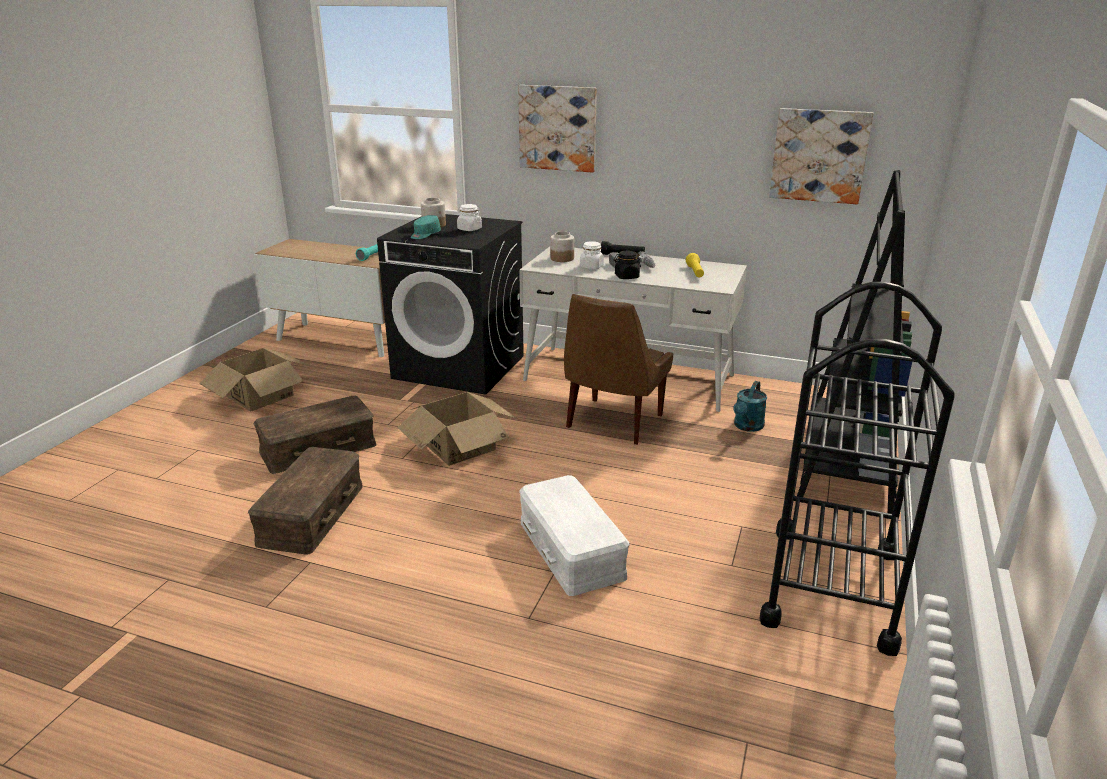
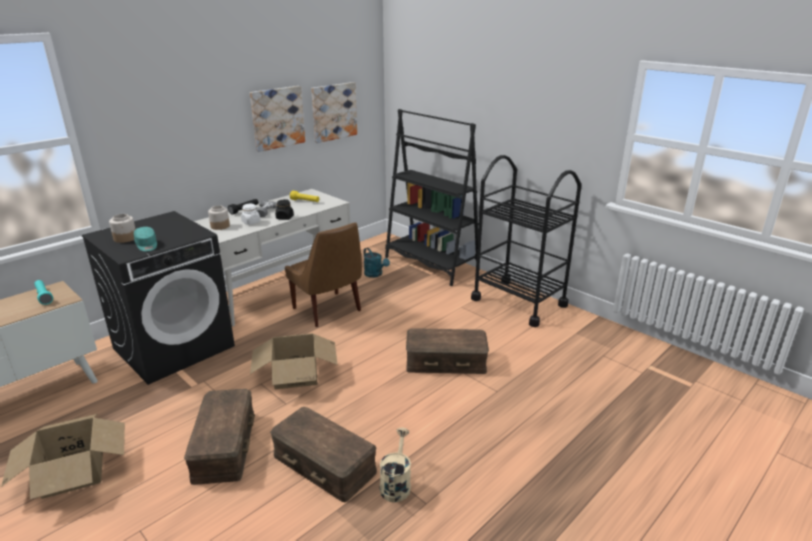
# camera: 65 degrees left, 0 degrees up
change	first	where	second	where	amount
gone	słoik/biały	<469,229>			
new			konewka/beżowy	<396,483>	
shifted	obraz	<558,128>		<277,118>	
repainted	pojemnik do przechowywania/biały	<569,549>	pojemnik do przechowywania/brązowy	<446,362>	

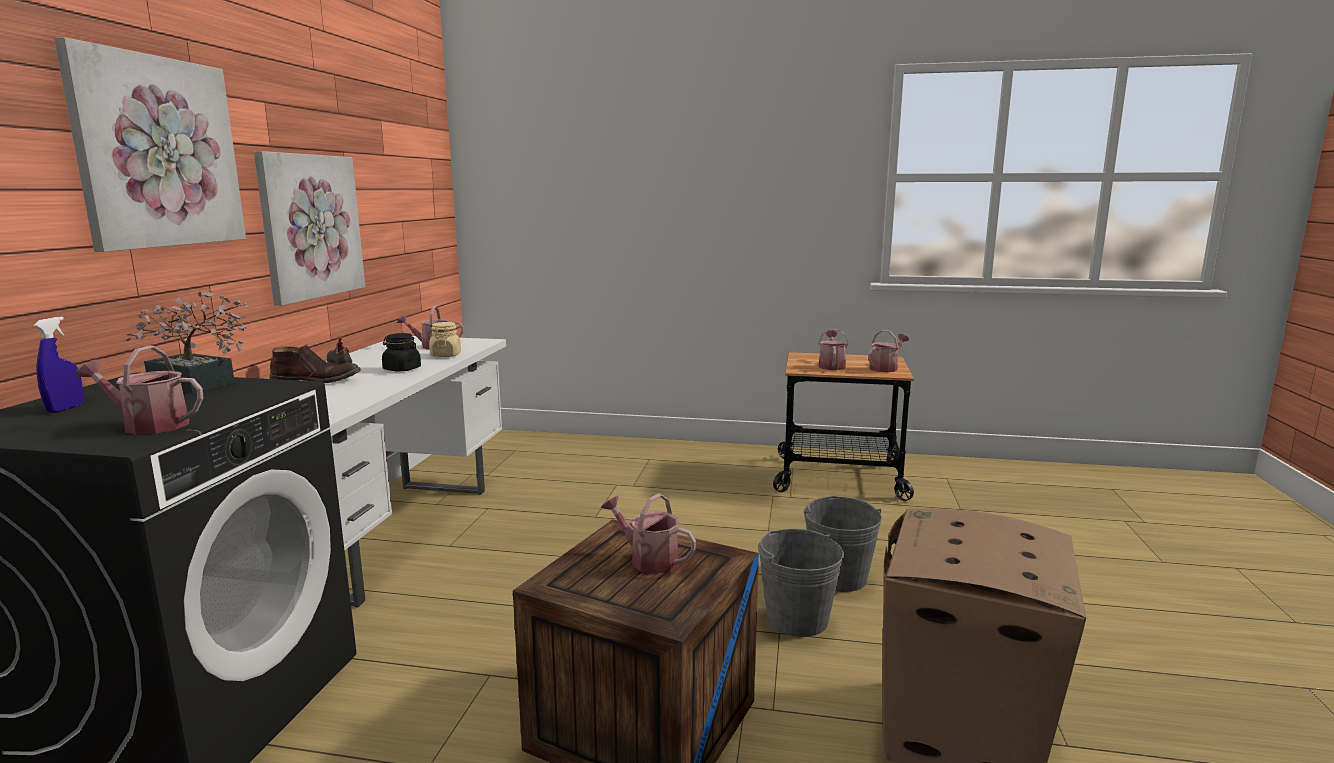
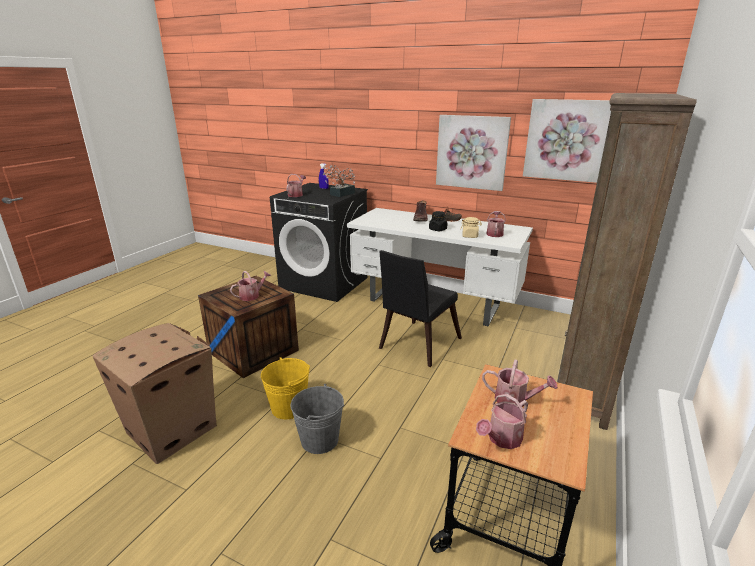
# camera: 105 degrees right, 10 degrees up
change	first	where	second	where	amount
new			krzesło/czarny	<416,345>	
new			regał/brązowy	<582,385>	
shifted	obraz	<157,152>		<567,140>	
repainted	wiadro/szary	<797,619>	wiadro/żółty	<288,407>	
rotated	konewka	<885,368>		<501,439>	75 degrees clockwise

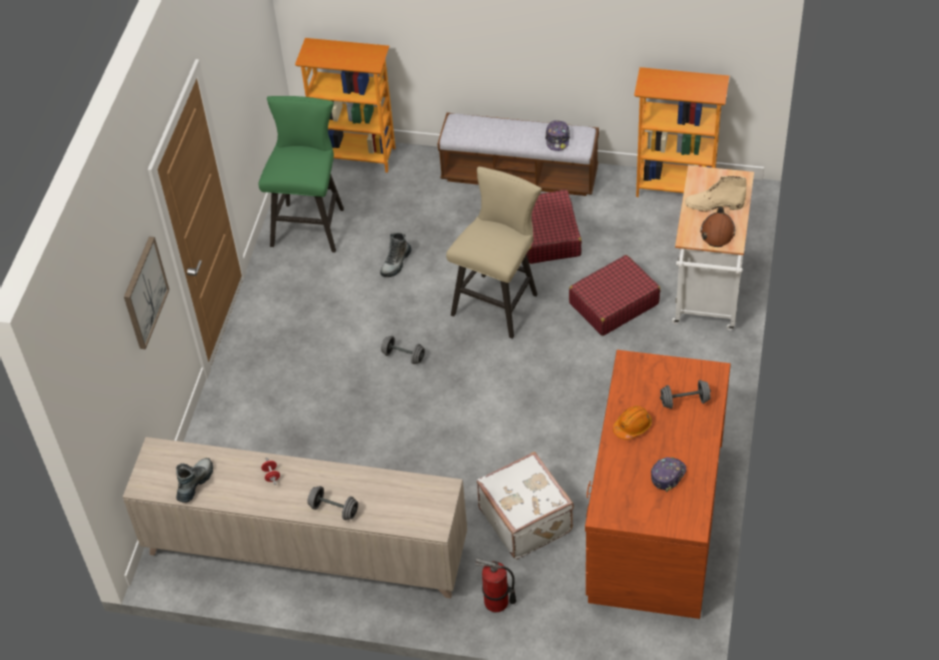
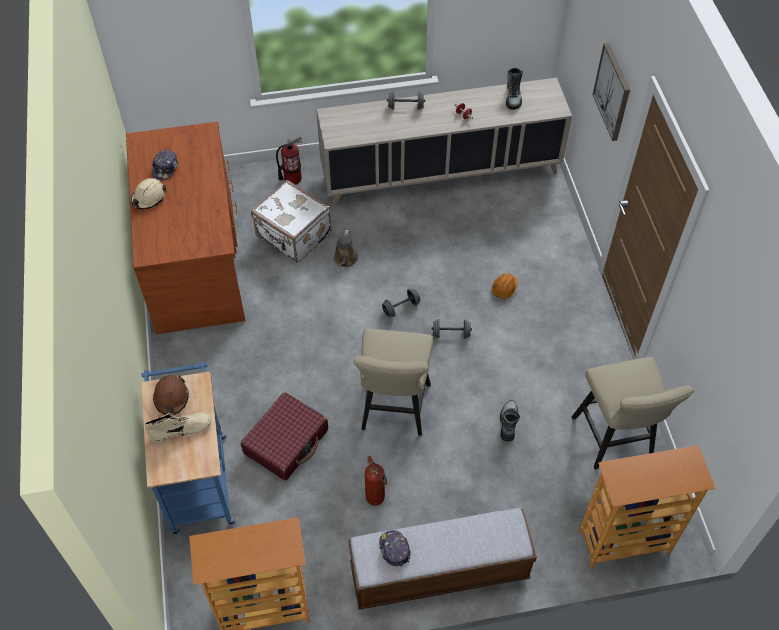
# camera: 155 degrees right, 5 degrees up
change	first	where	second	where	amount
new			kask/beżowy	<149,197>	
new			konewka/brązowy	<345,260>	
shifted	kask/pomarańczowy	<632,426>		<504,288>	
shifted	hantel/szary	<684,401>		<401,308>	
swapped	walizka/czerwony	<548,235>	gaśnica	<377,501>	
repainted	stołek/zielony	<310,223>	stołek/beżowy	<615,442>	
repainted	wózek/biały	<708,296>	wózek/niebieski	<198,477>	

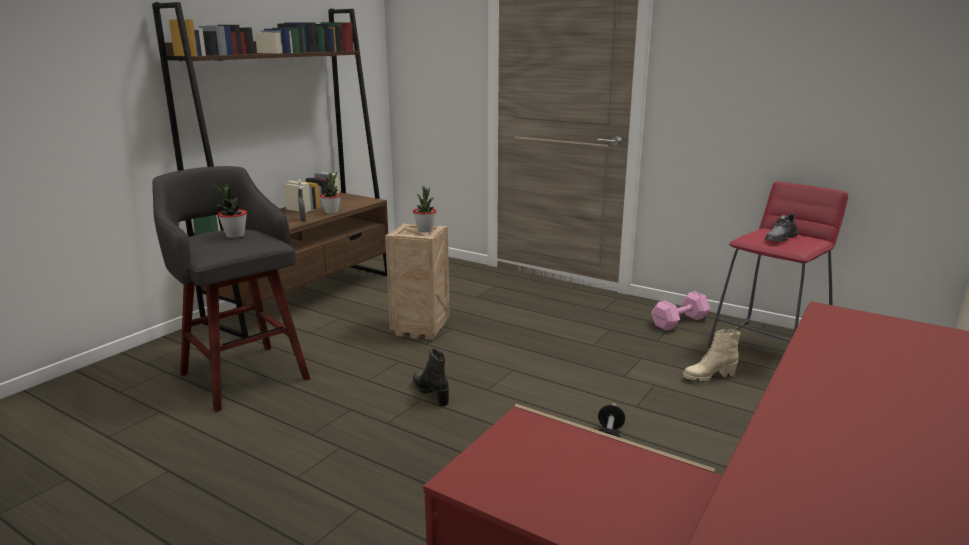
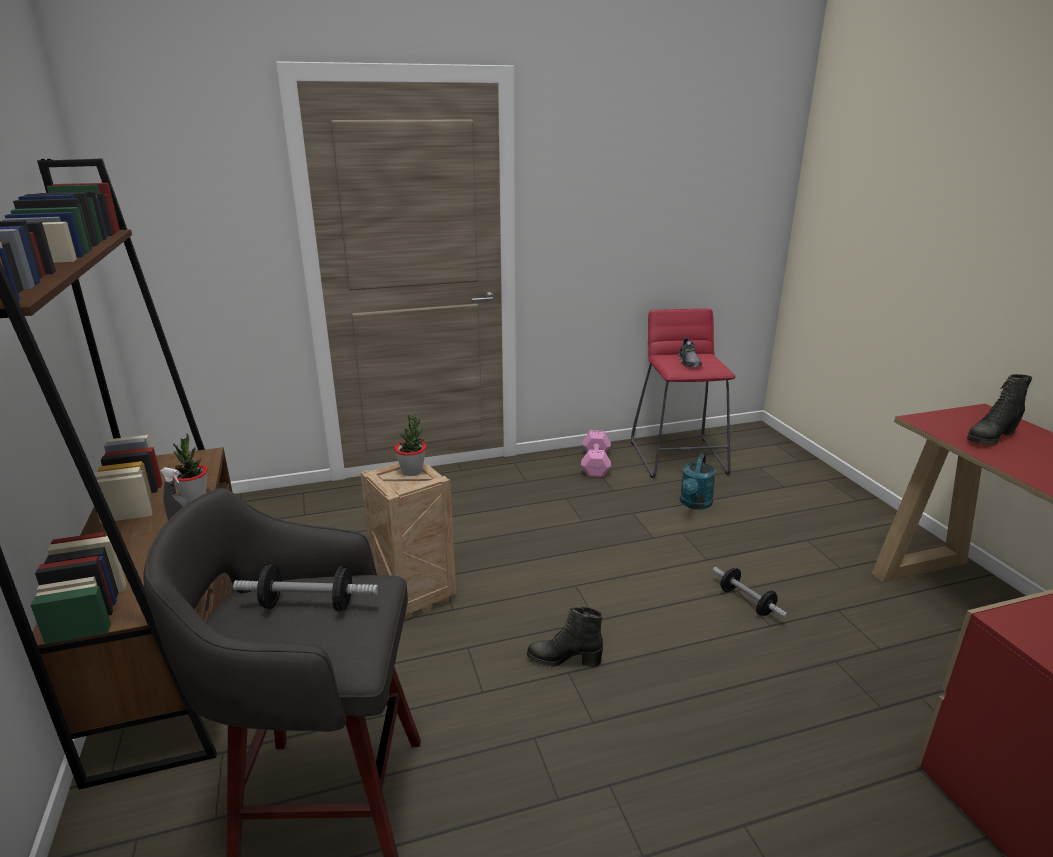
# camera: 50 degrees left, 5 degrees up
change	first	where	second	where	amount
new			but z cholewką/czarny	<990,437>	
swapped	roślina doniczkowa	<235,235>	hantel	<308,605>	
swapped	but z cholewką/beżowy	<708,376>	konewka/turkusowy	<694,504>	

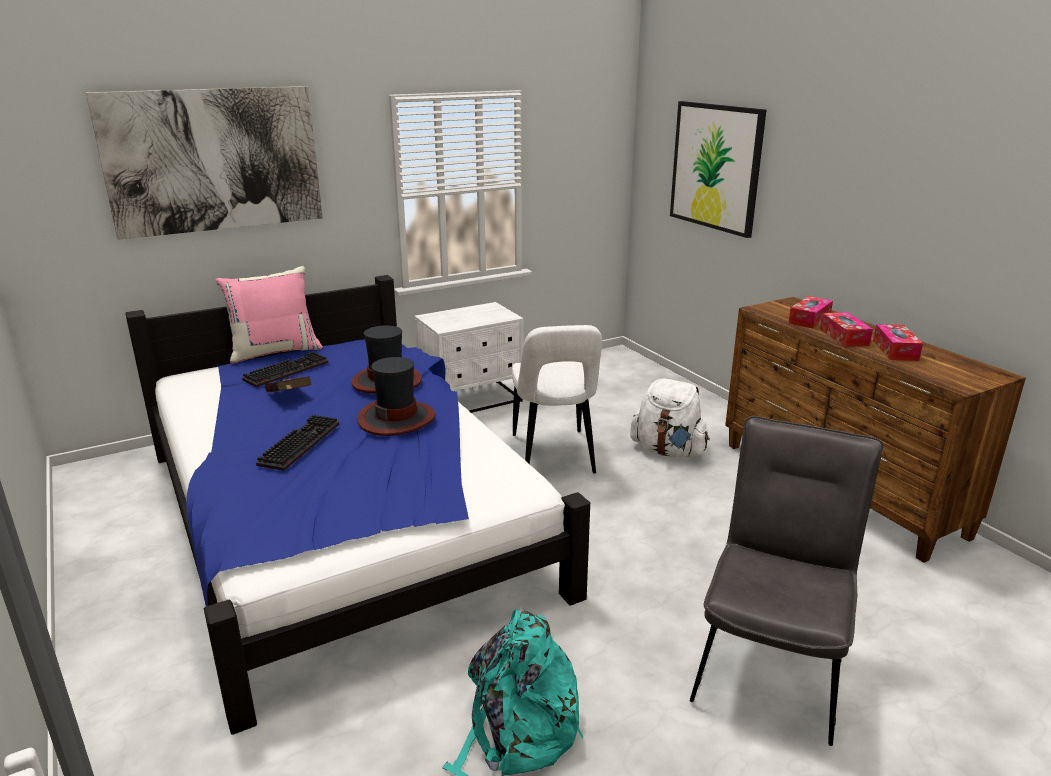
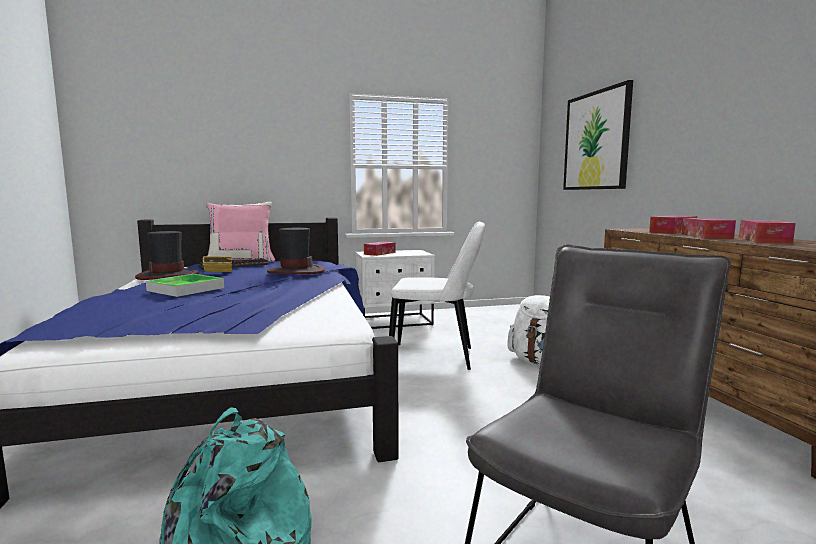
# camera: 15 degrees right, 15 degrees down
change	first	where	second	where	amount
gone	obraz	<214,160>			
new			pudełko chusteczek	<379,253>	
shifted	kapelusz	<397,418>		<168,275>	
swapped	klawiatura	<299,443>	taca	<186,289>	
repainted	książka/czerwony	<289,398>	książka/żółty	<218,275>	
rotated	krzesło/biały	<553,457>		<436,357>	90 degrees counterclockwise

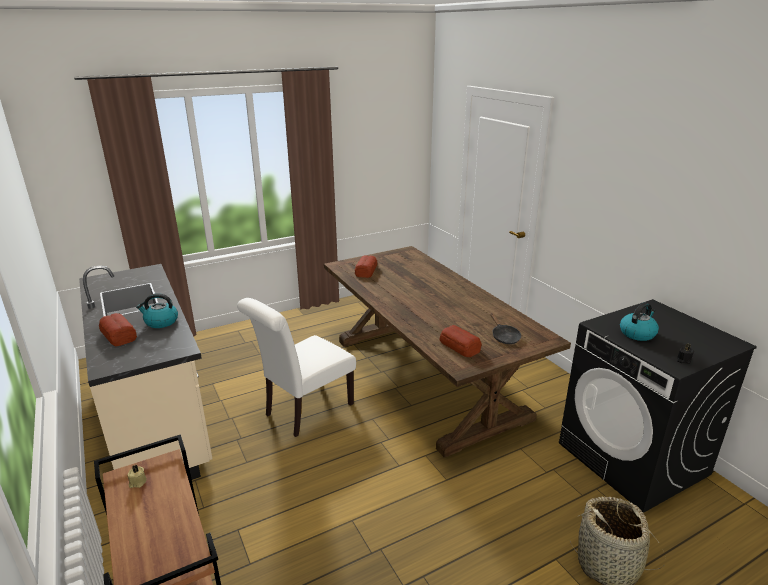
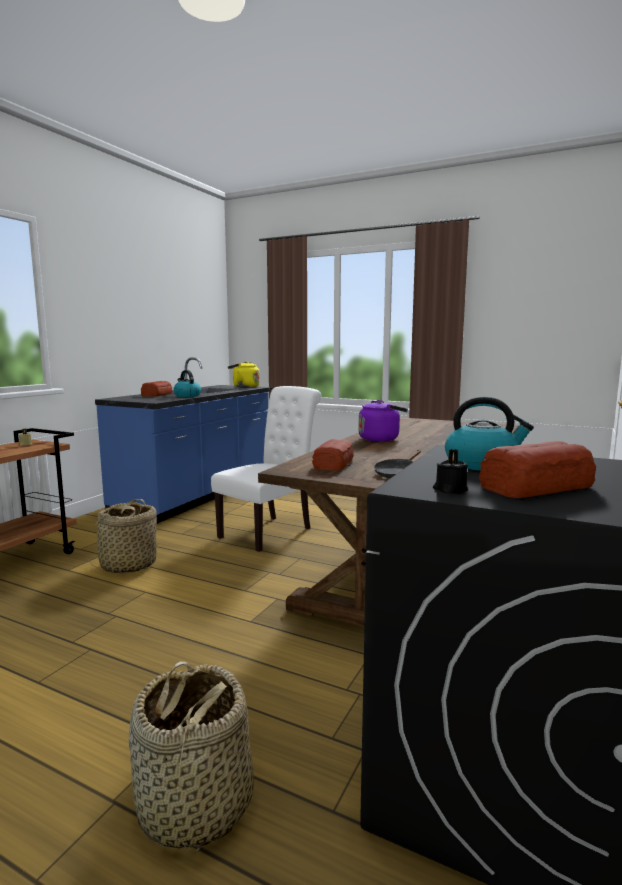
# camera: 55 degrees right, 15 degrees down
change	first	where	second	where	amount
new			koszyk	<128,565>	
new			czajnik/żółty	<244,387>	
new			czajnik/fioletowy	<381,439>	
shifted	chleb	<366,271>		<537,487>	
repainted	zabudowa kuchenna/beżowy	<156,418>	zabudowa kuchenna/niebieski	<198,496>	
rotated	krzesło/biały	<304,411>		<270,531>	120 degrees clockwise

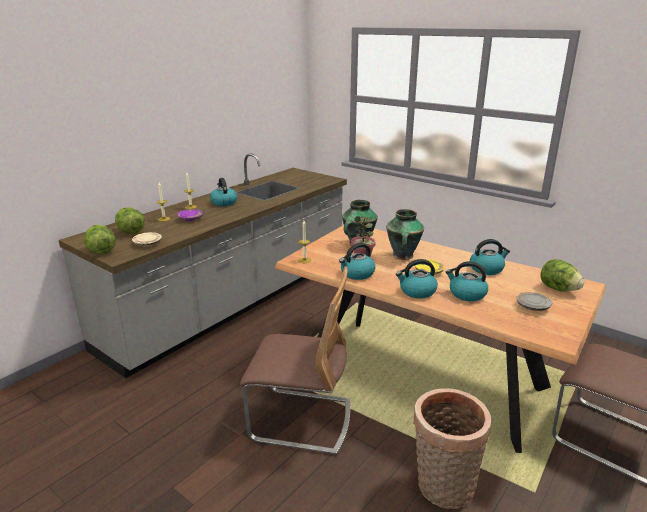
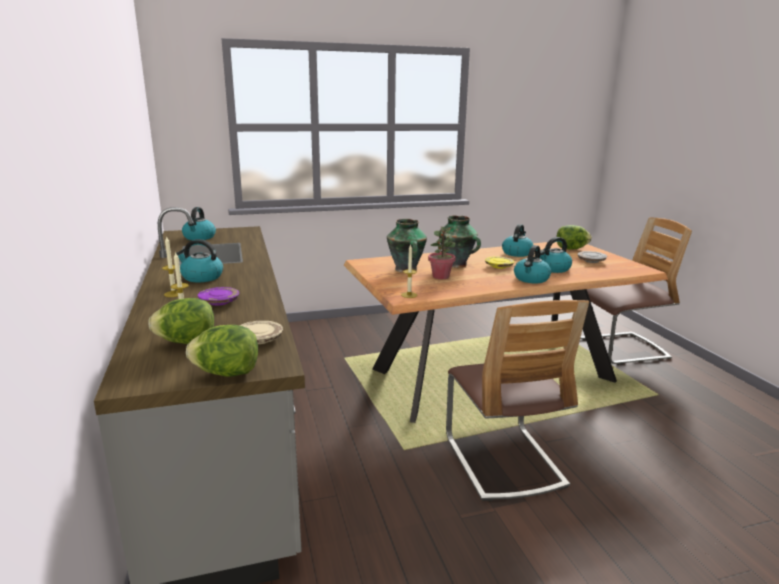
# camera: 55 degrees left, 5 degrees down
change	first	where	second	where	amount
gone	koszyk	<442,488>			
shifted	czajnik	<357,274>		<199,237>	
rotated	krzesło	<301,420>		<503,461>	120 degrees clockwise

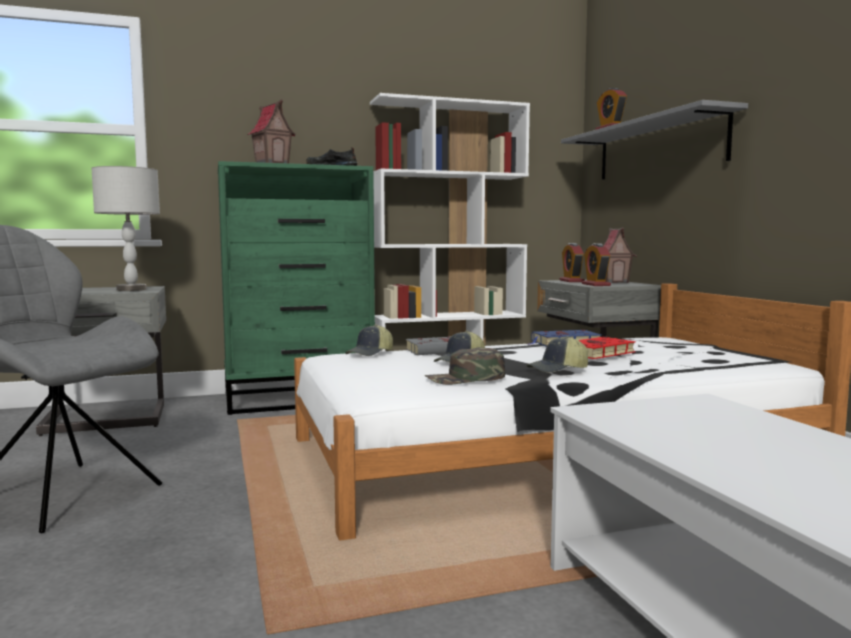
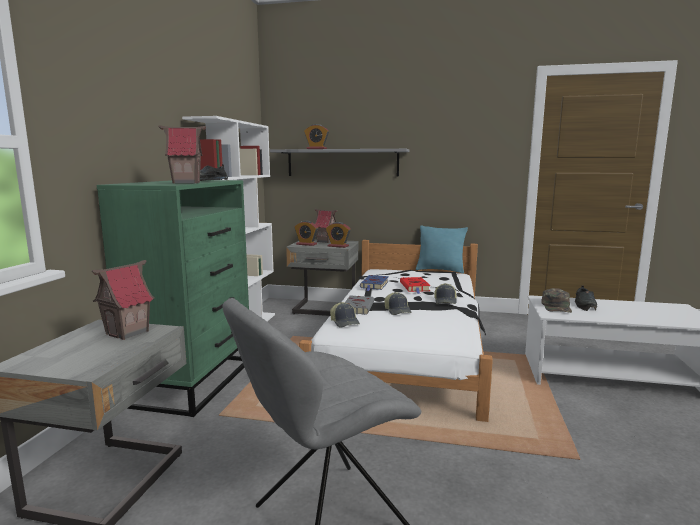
# camera: 60 degrees left, 5 degrees up
change	first	where	second	where	amount
new			poduszka/turkusowy	<440,270>	
new			but/czarny	<585,305>	
shifted	czapka z daszkiem/zielony	<465,378>		<557,307>	
swapped	lampa stołowa/szary	<131,290>	domek	<128,332>	

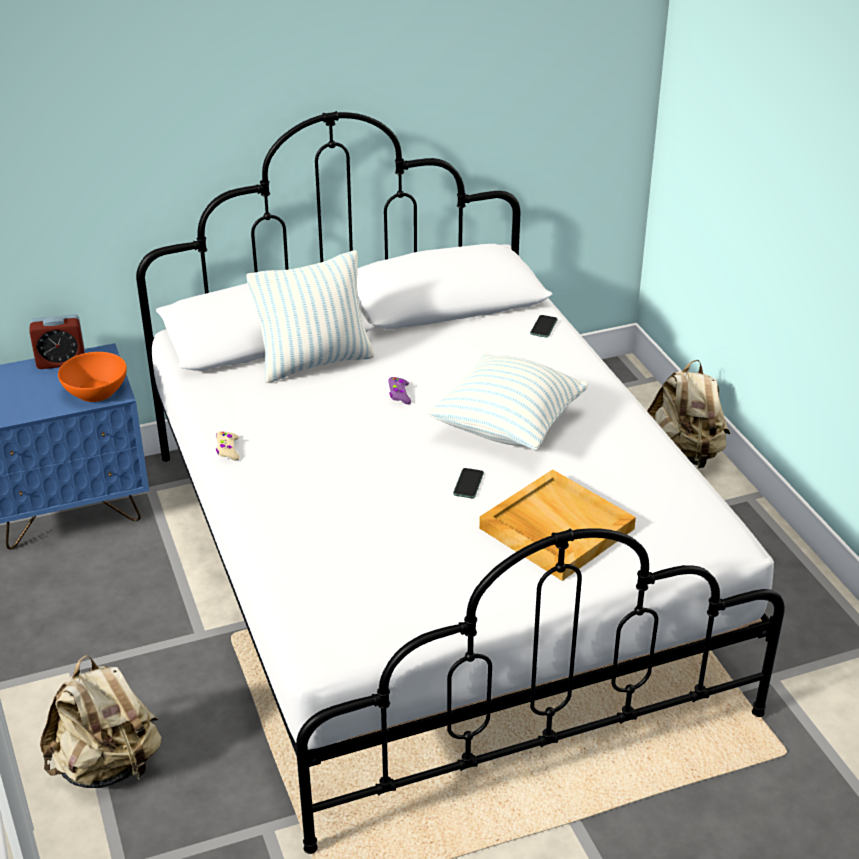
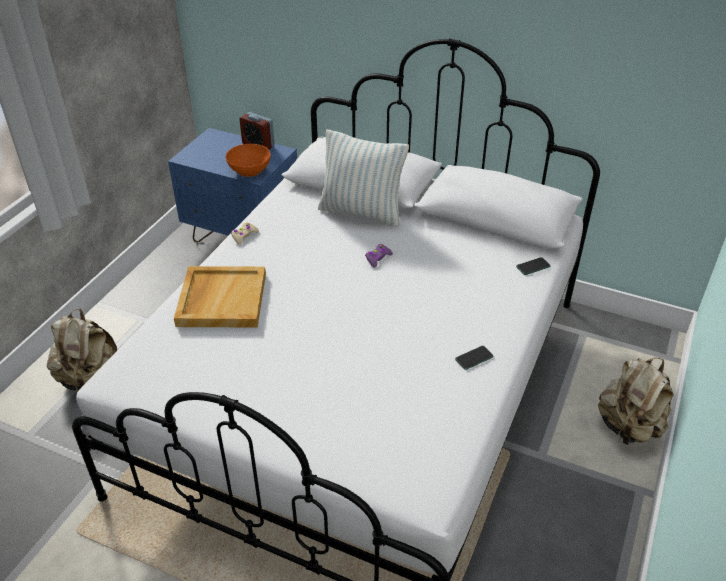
# camera: 45 degrees right, 5 degrees up
change	first	where	second	where	amount
gone	poduszka	<508,427>			
shifted	telefon	<468,484>		<474,358>	
shifted	taca/beżowy	<555,528>		<221,299>	

